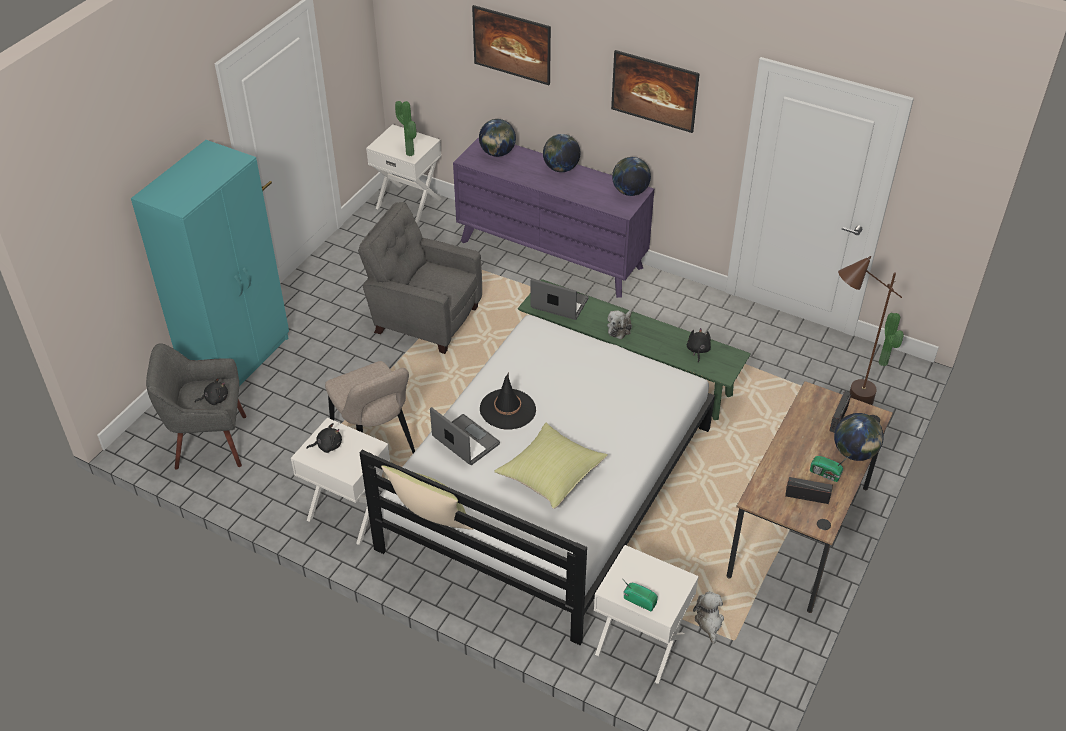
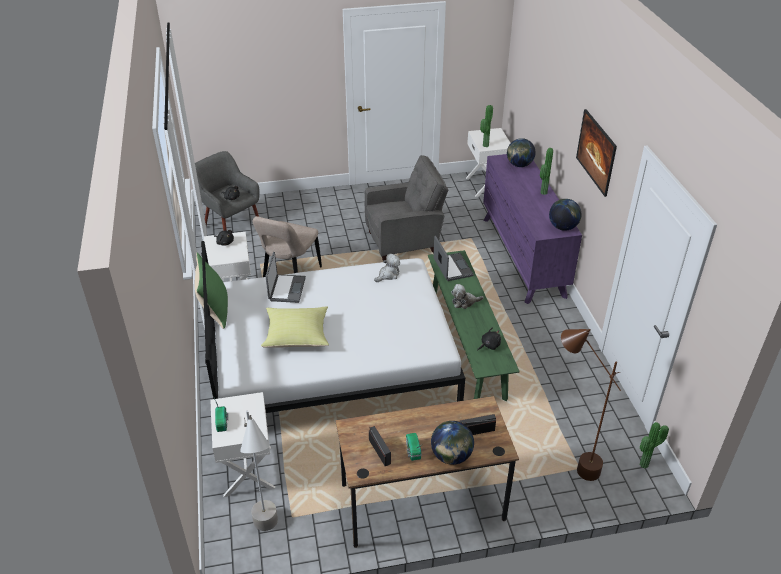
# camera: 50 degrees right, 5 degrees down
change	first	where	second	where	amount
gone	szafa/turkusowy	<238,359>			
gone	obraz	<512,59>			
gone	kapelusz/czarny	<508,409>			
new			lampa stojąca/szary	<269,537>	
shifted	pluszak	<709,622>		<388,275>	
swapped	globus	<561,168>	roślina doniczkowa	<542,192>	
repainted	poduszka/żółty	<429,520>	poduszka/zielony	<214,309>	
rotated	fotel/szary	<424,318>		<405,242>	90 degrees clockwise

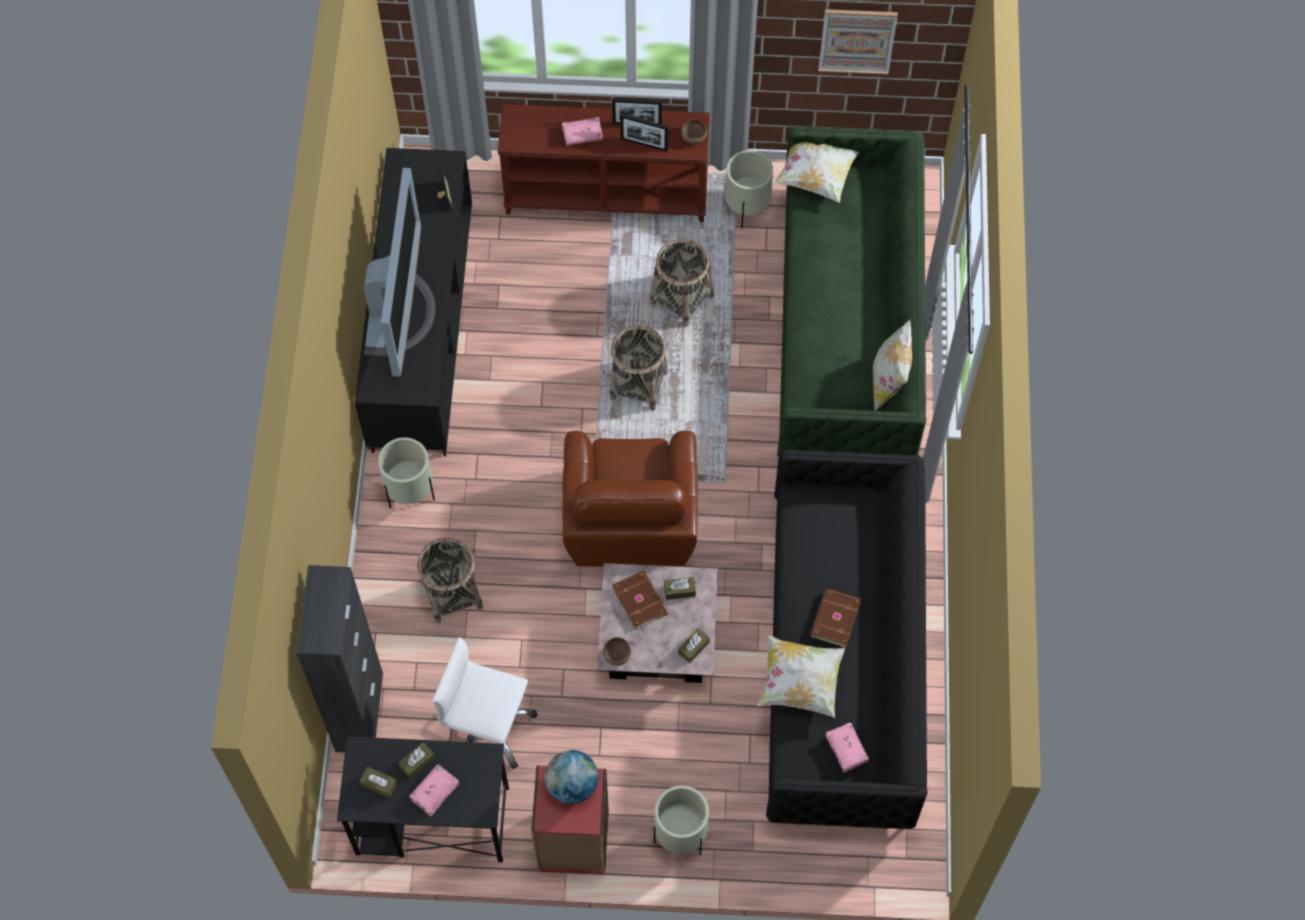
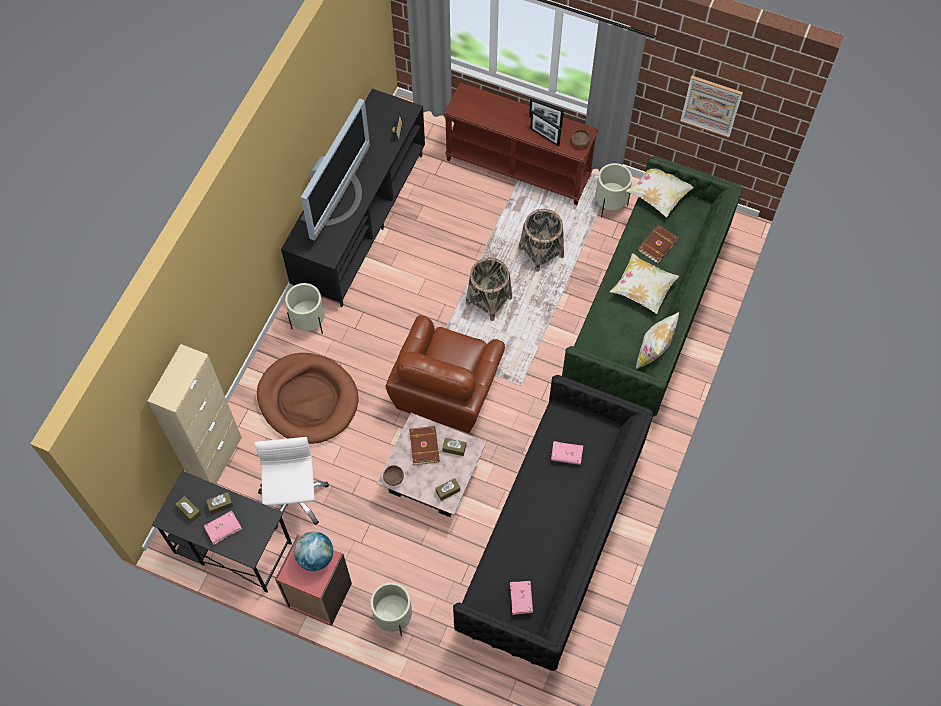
# camera: 20 degrees right, 0 degrees up
change	first	where	second	where	amount
shifted	książka/różowy	<582,135>		<566,455>	
shifted	poduszka	<800,683>		<643,290>	
shifted	książka/brązowy	<834,619>		<656,245>	
swapped	koszyk	<452,594>	legowisko/brązowy	<308,400>	
repainted	szafka/czarny	<359,712>	szafka/beżowy	<215,458>	
rotated	krzesło biurowe/biały	<486,729>		<293,498>	45 degrees clockwise

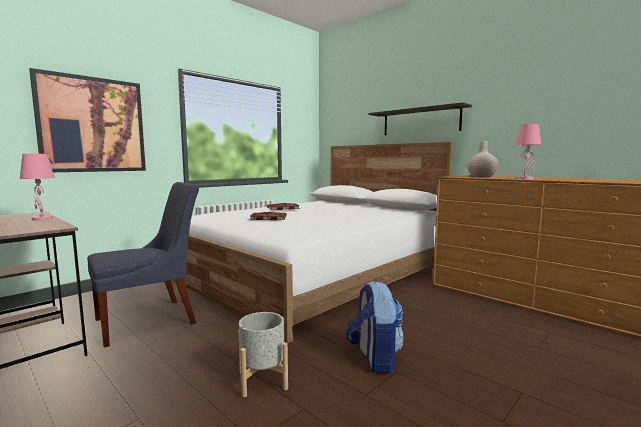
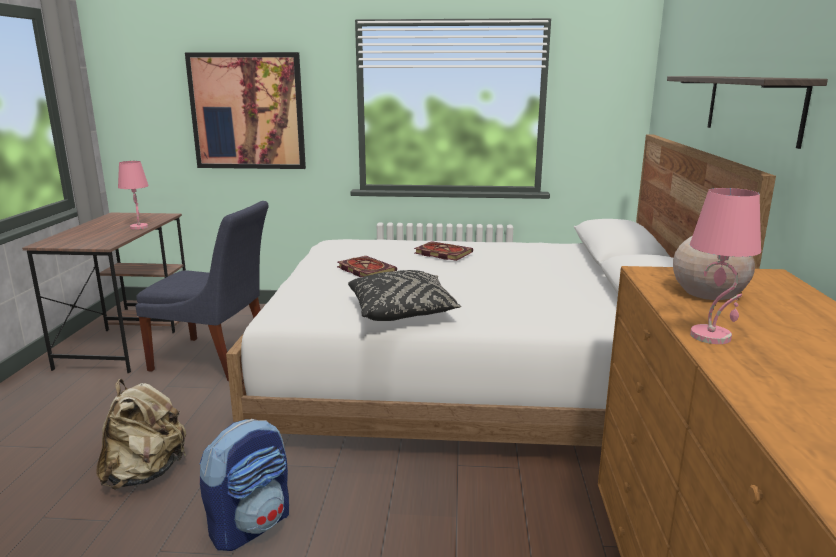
# camera: 50 degrees right, 10 degrees up
change	first	where	second	where	amount
new			poduszka/czarny	<402,311>	
swapped	donica/szary	<263,380>	plecak/beżowy	<146,473>	

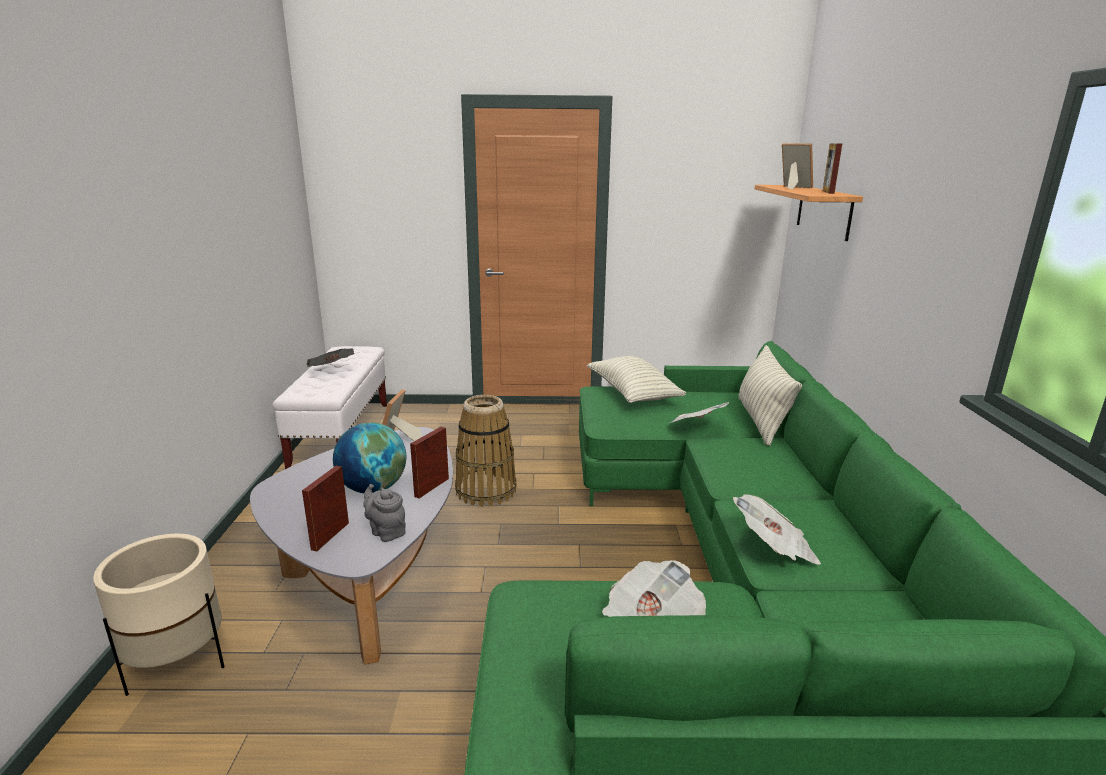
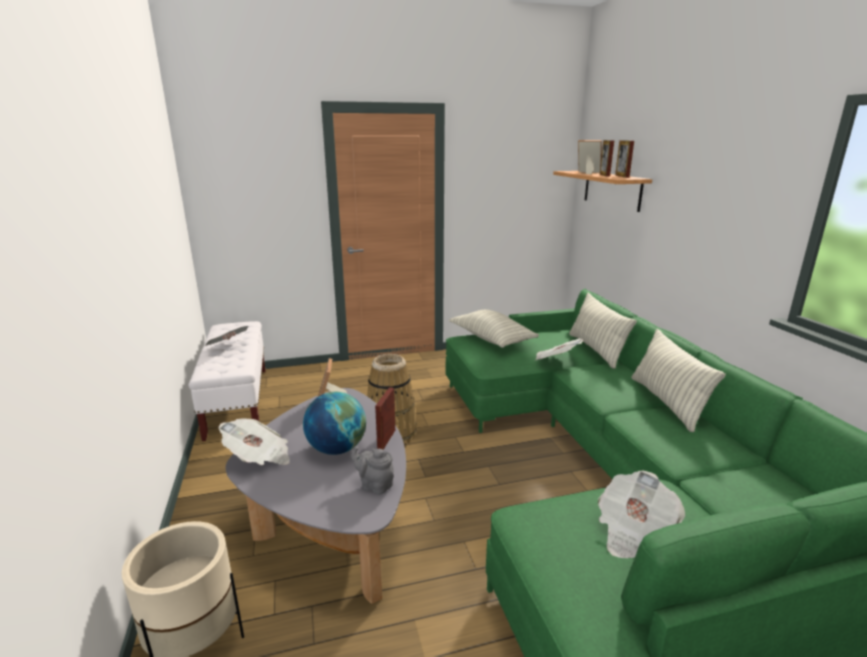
# camera: 15 degrees left, 0 degrees up
change	first	where	second	where	amount
new			poduszka	<666,402>	
shifted	ramka na zdjęcie	<330,536>		<604,175>	
shifted	gazeta	<774,549>		<259,457>	

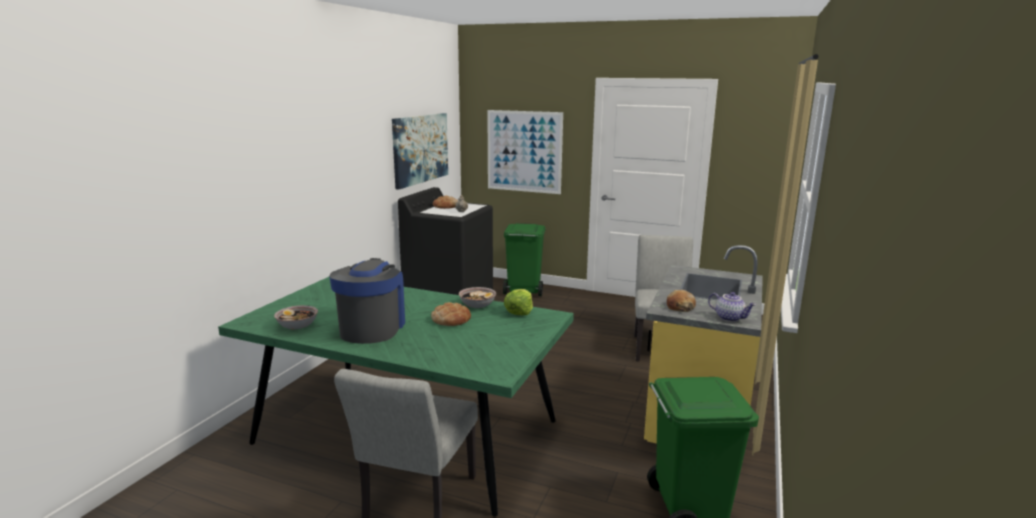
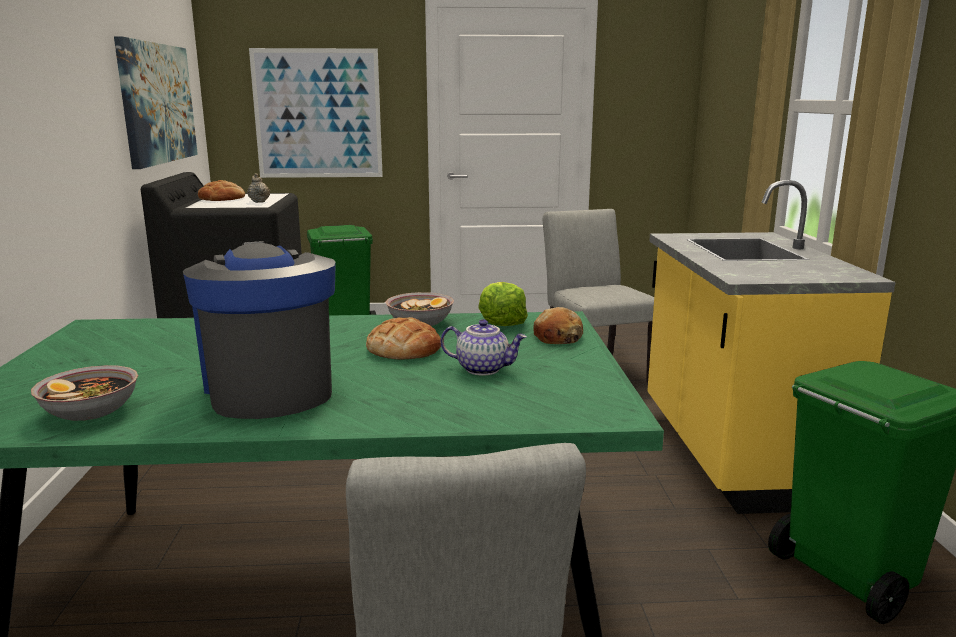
# camera: 25 degrees left, 0 degrees up
change	first	where	second	where	amount
shifted	chleb	<680,307>		<557,337>	
shifted	imbryk	<730,318>		<483,369>	

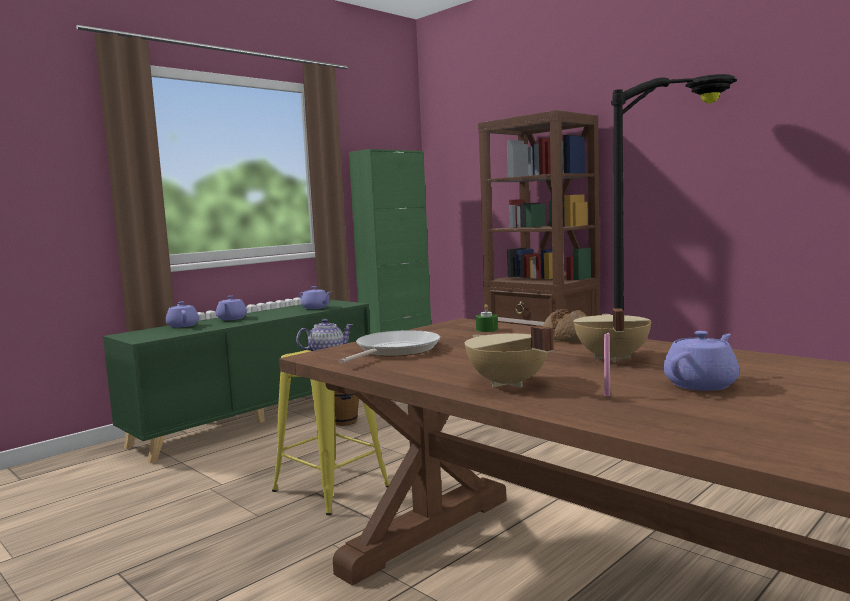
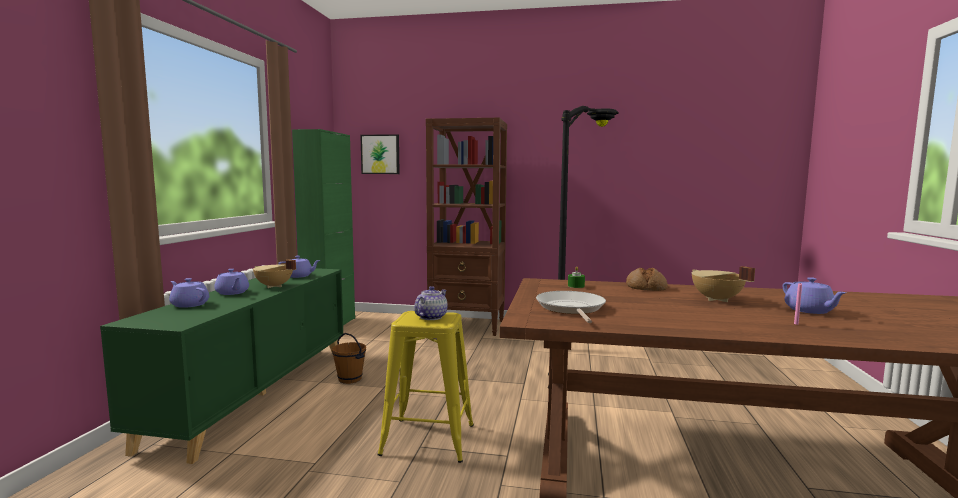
# camera: 35 degrees left, 0 degrees up
change	first	where	second	where	amount
new			obraz	<380,154>	
shifted	garnek/beżowy	<507,384>		<274,286>	
rotated	imbryk/fioletowy	<701,384>		<809,311>	150 degrees clockwise

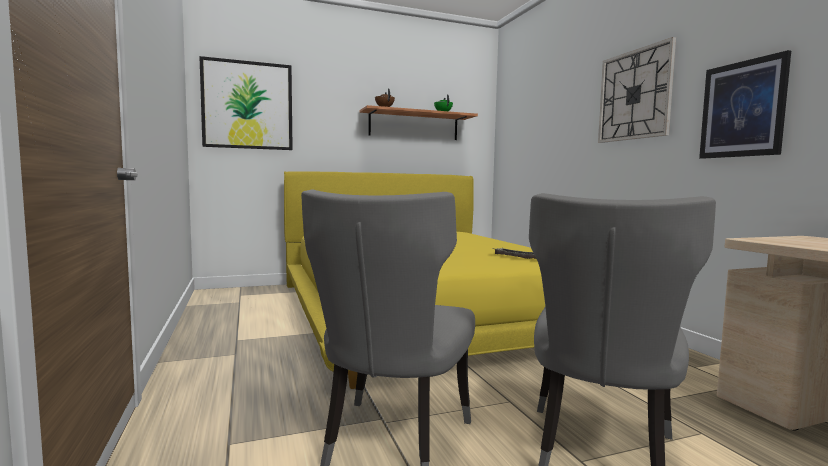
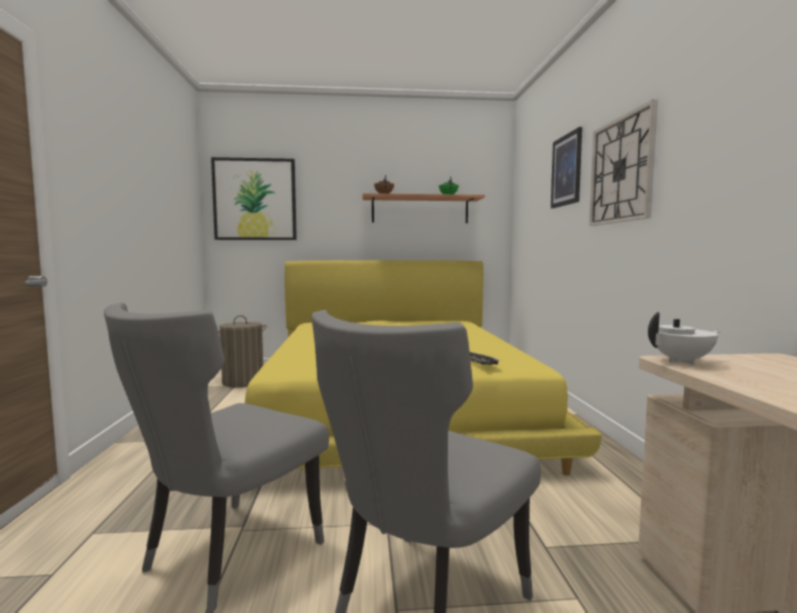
# camera: 15 degrees right, 0 degrees up
change	first	where	second	where	amount
new			kosz na pranie	<243,382>	
new			imbryk/biały	<682,361>	
shifted	obraz	<742,109>		<566,170>	

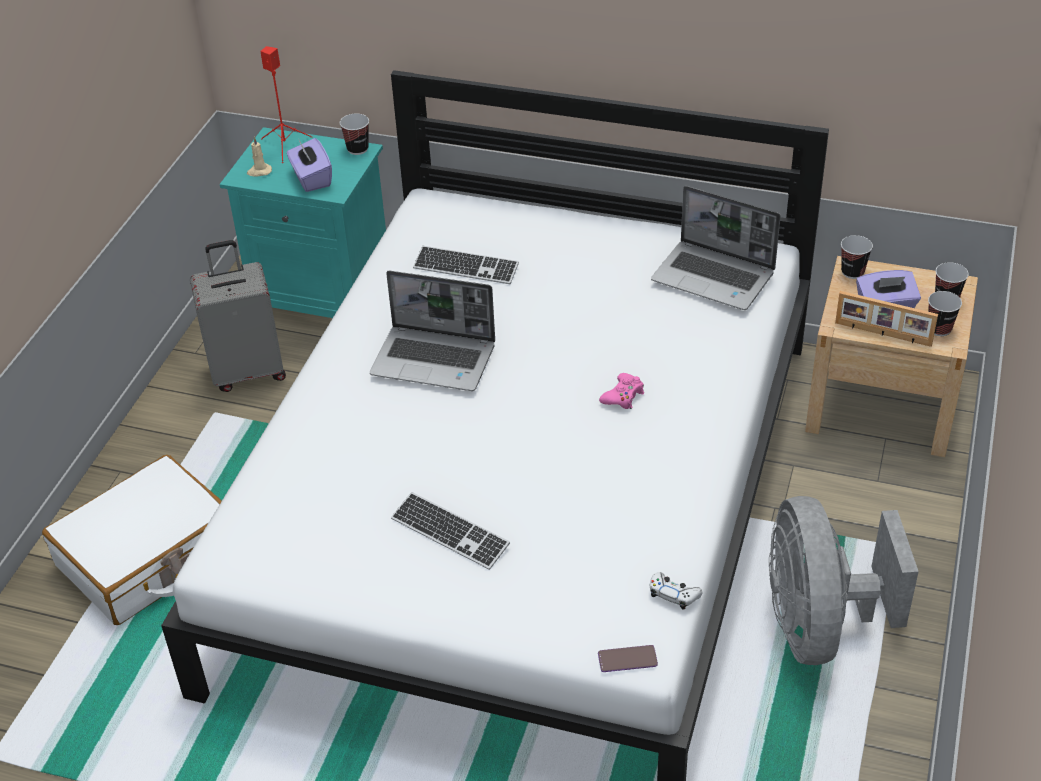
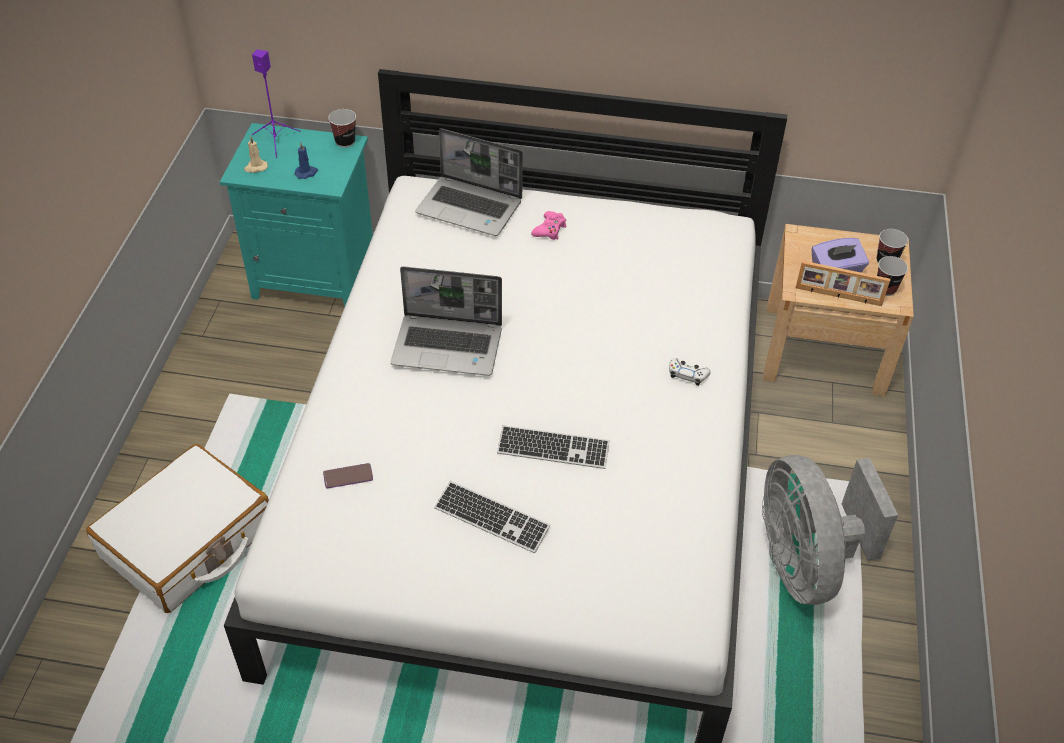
# camera: 10 degrees left, 5 degrees up
change	first	where	second	where	amount
gone	walizka/szary	<248,371>			
gone	filiżanka	<852,272>			
shifted	klawiatura	<466,267>		<553,449>	
shifted	telefon	<627,659>		<348,476>	
shifted	pad do gier/różowy	<623,396>		<550,230>	
shifted	pad do gier/biały	<673,594>		<687,374>	
shifted	laptop	<714,277>		<471,207>	
swapped	pudełko chusteczek/fioletowy	<311,179>	świeca/niebieski	<306,173>	
repainted	głośnik/czerwony	<285,145>	głośnik/fioletowy	<276,140>	

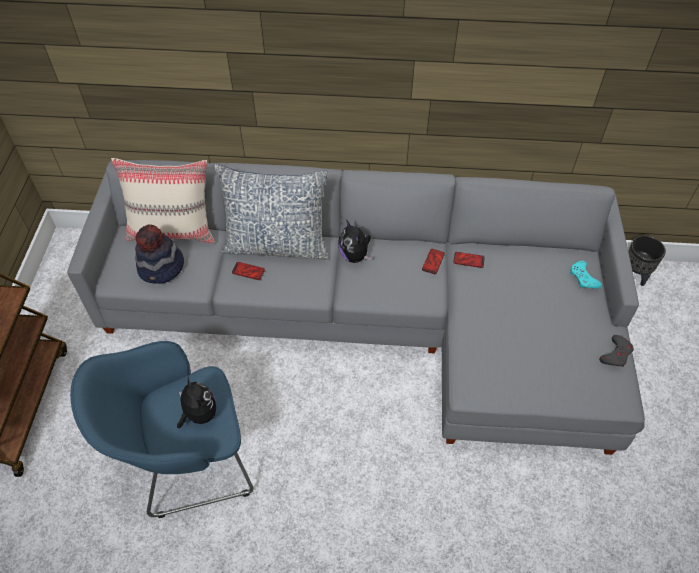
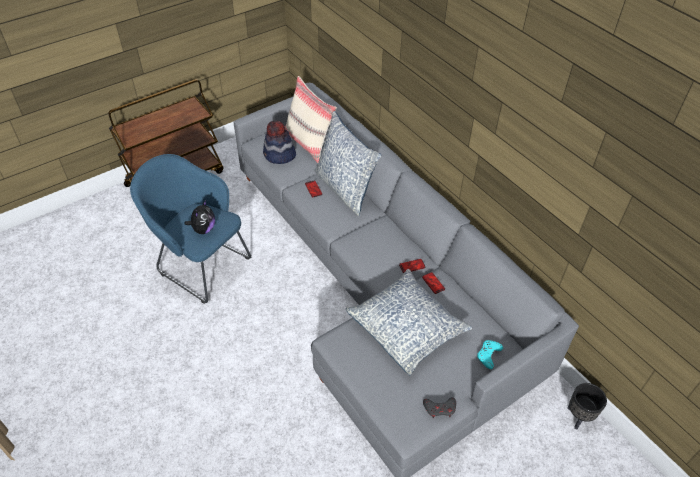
# camera: 50 degrees right, 5 degrees down
change	first	where	second	where	amount
gone	pluszak	<355,256>			
new			poduszka	<407,328>	

